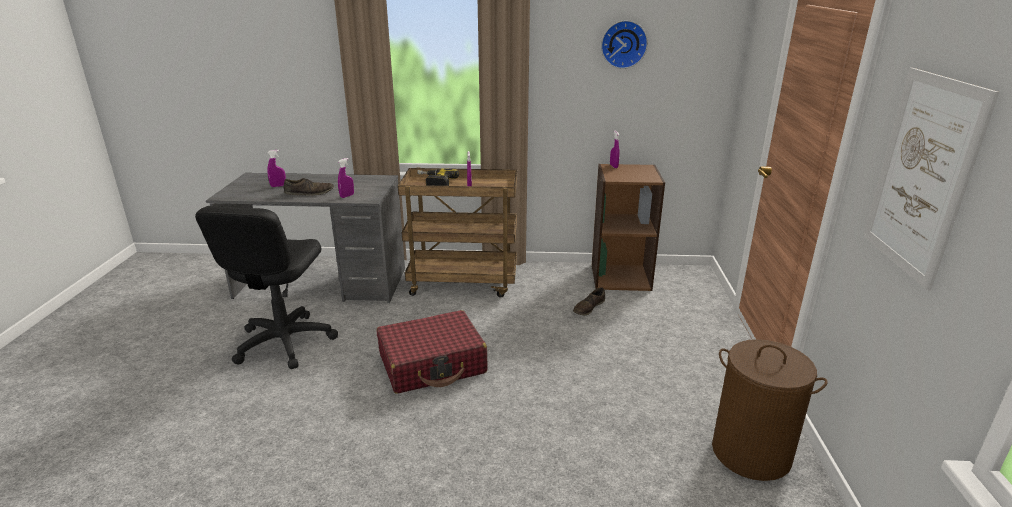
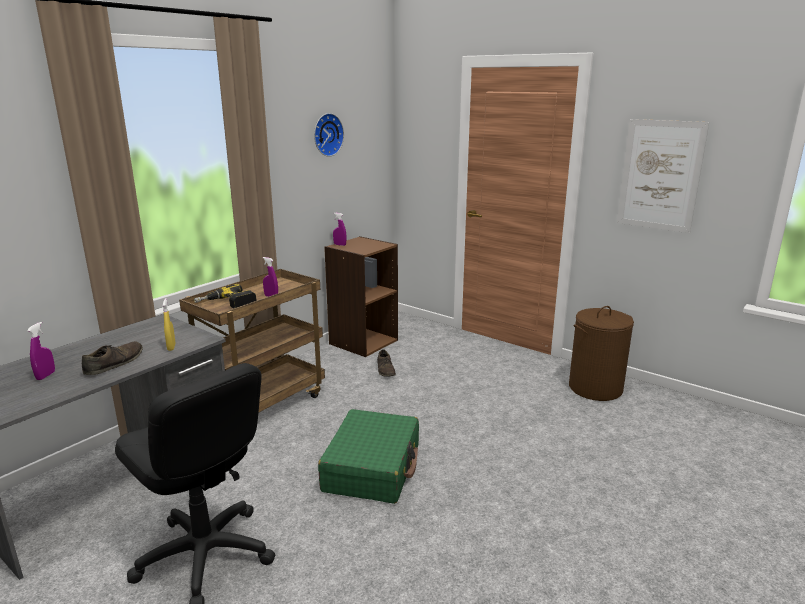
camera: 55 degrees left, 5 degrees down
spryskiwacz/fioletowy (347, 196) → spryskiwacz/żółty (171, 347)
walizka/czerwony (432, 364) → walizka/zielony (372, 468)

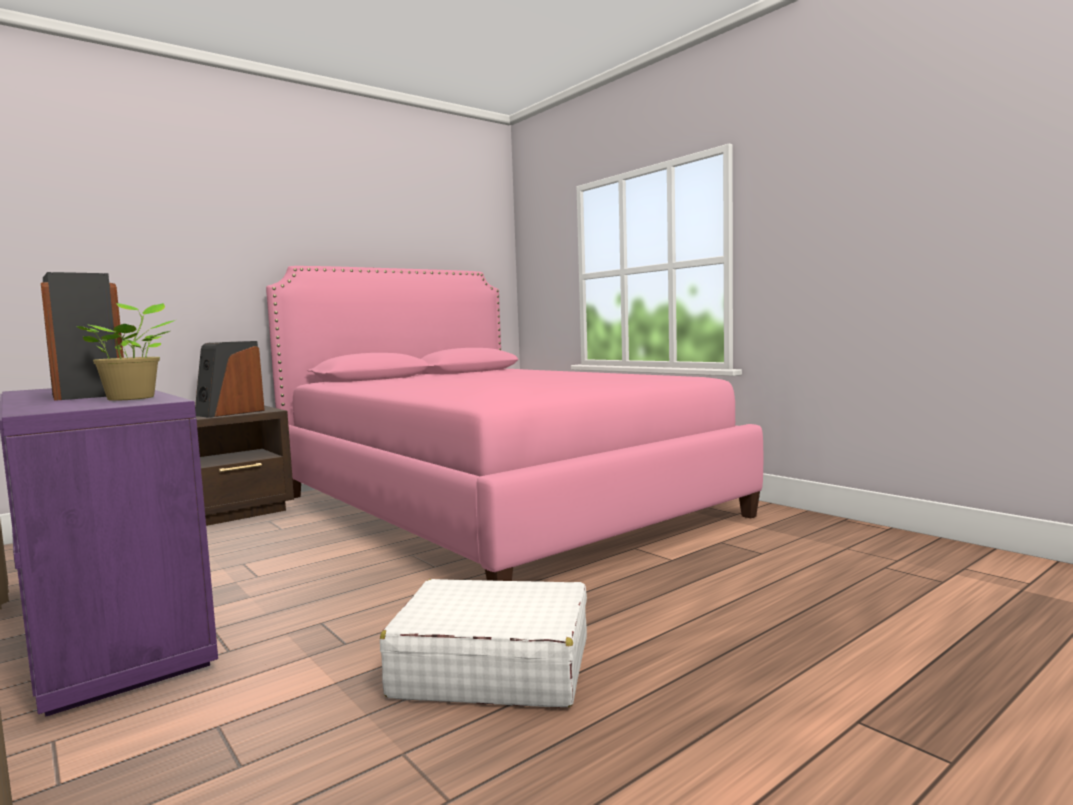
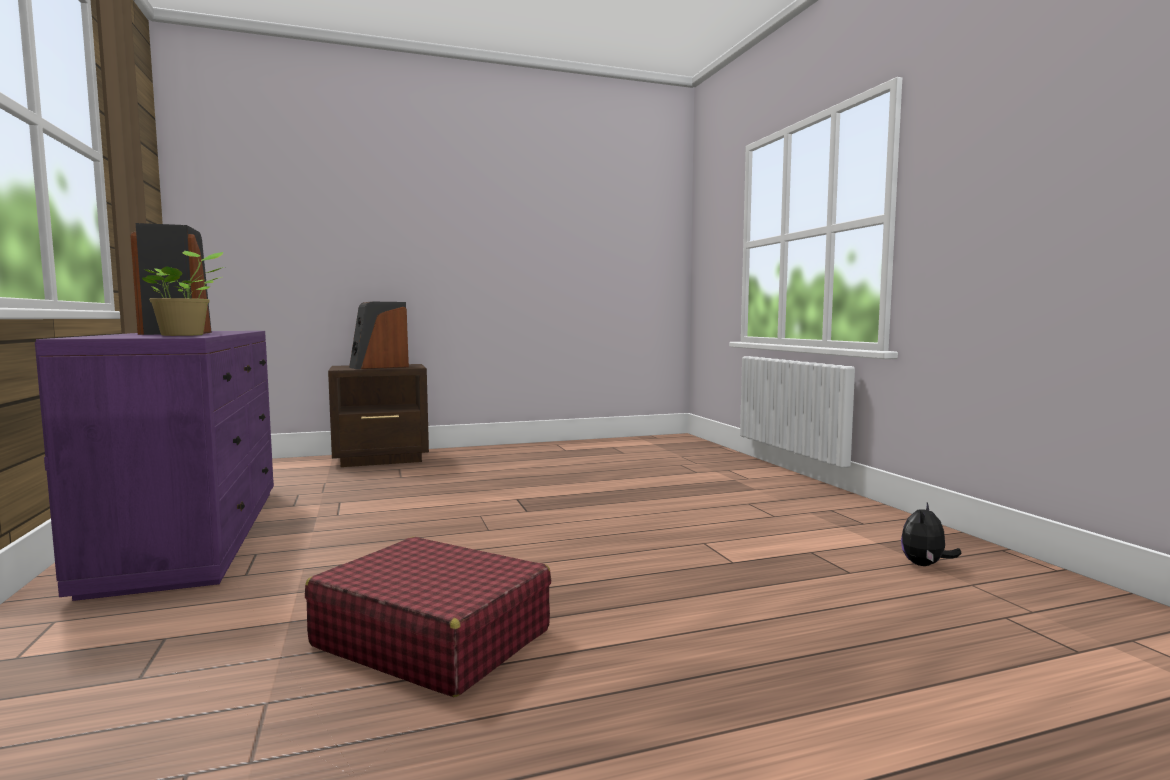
camera: 20 degrees right, 0 degrees up
łóżko/różowy (497, 505) → -
walizka/biały (492, 667) → walizka/czerwony (432, 638)
- → pluszak (925, 565)

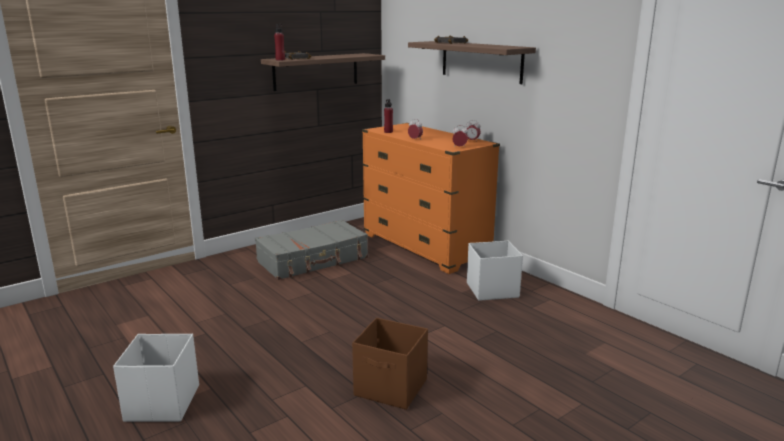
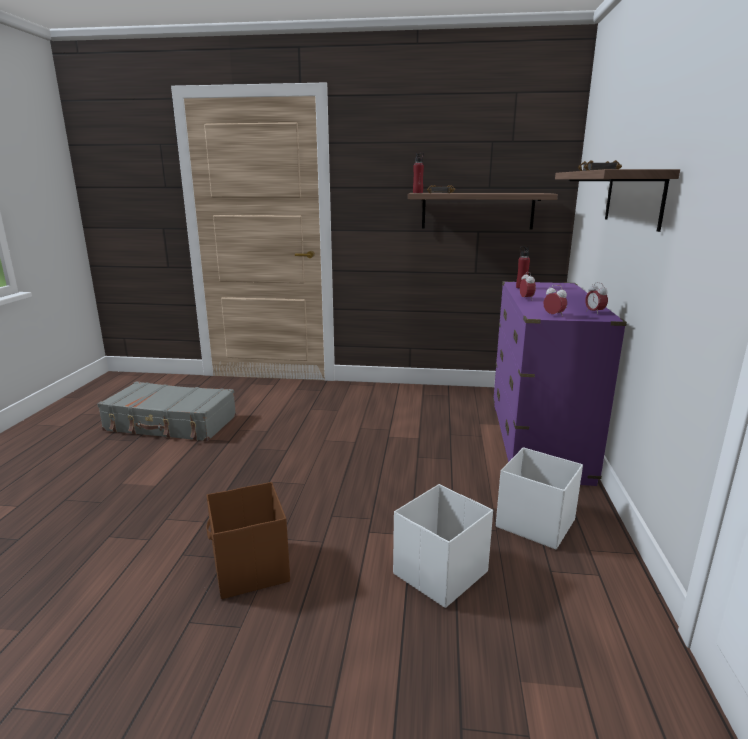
camera: 45 degrees right, 0 degrees up
pojemnik do przechowywania/biały (162, 404) → pojemnik do przechowywania/biały (439, 573), shifted
walizka/szary (313, 260) → walizka/szary (171, 424), shifted
komoda/pomarańczowy (425, 247) → komoda/fioletowy (538, 441)

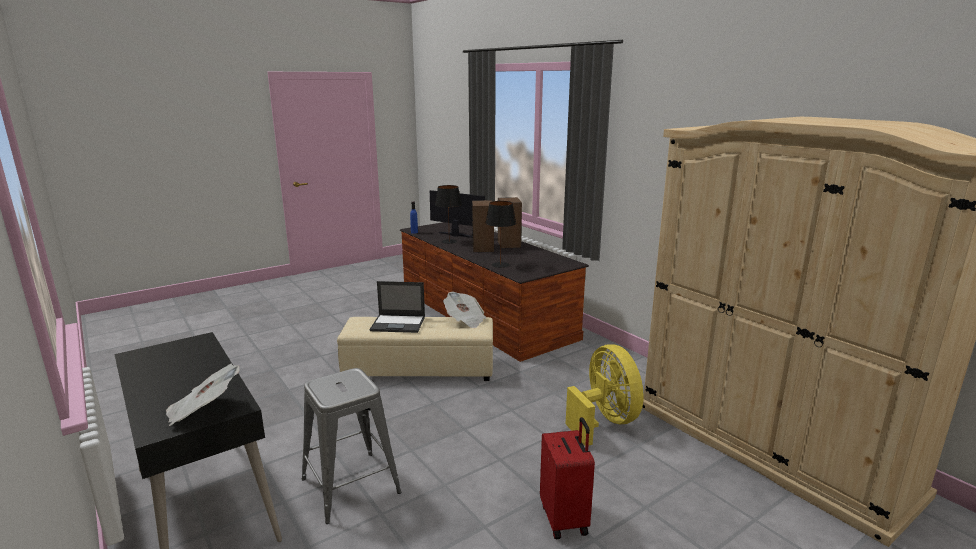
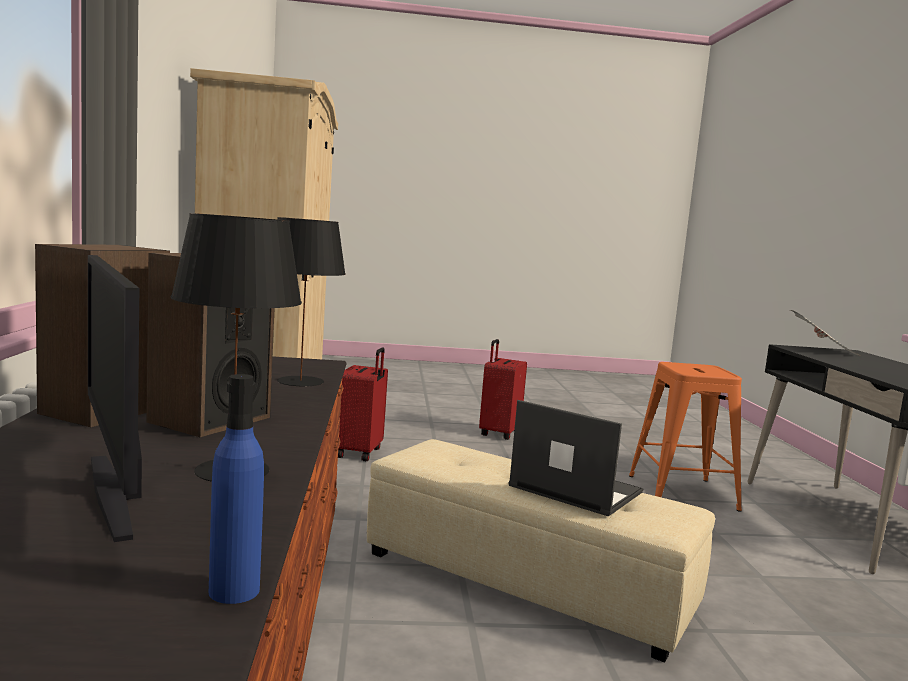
camera: 150 degrees left, 10 degrees down
stołek/szary (350, 486) → stołek/pomarańczowy (682, 493)
gazeta (465, 320) → -
wentylator/żółty (604, 421) → walizka/czerwony (360, 453)

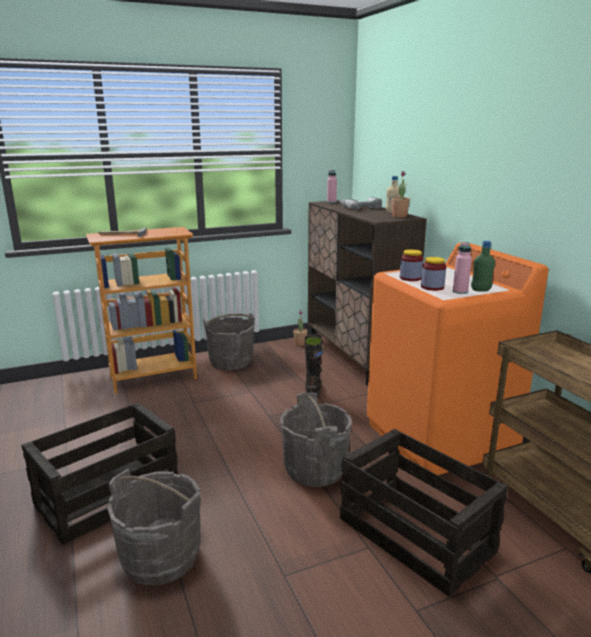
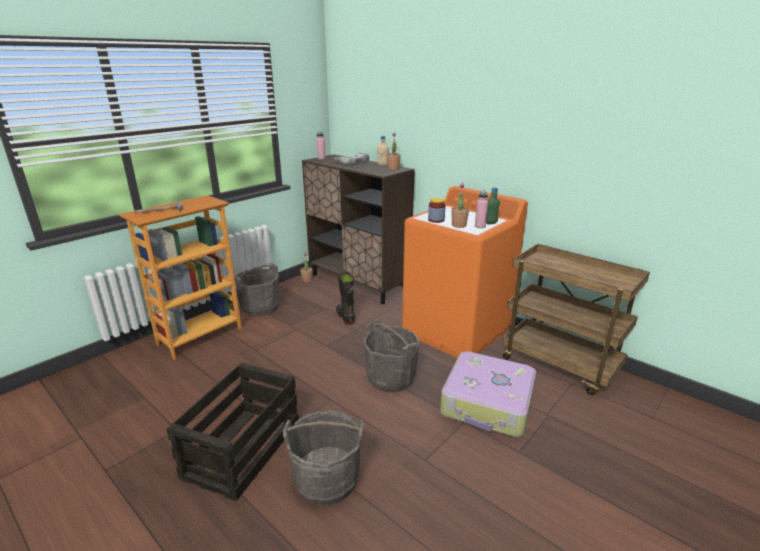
camera: 25 degrees left, 5 degrees up
skrzynka (417, 536) → walizka (488, 404)
słoik (432, 287) → roślina doniczkowa (459, 225)

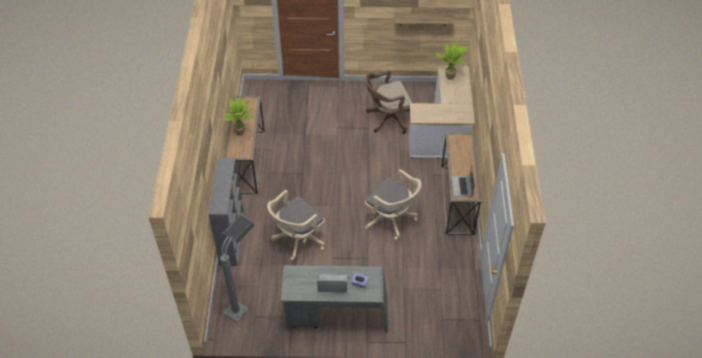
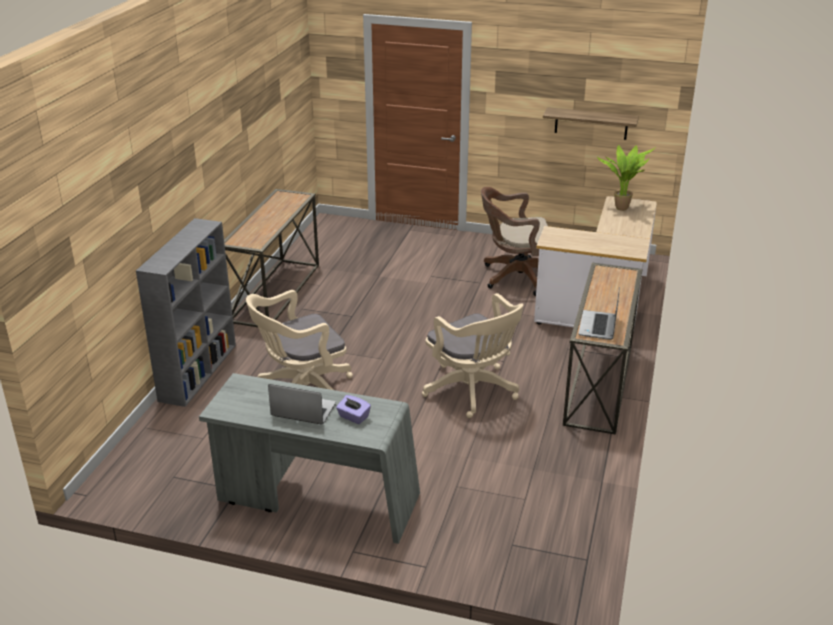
camera: 15 degrees right, 20 degrees down
lampa stojąca/szary (243, 302) → -
roślina doniczkowa (241, 133) → -

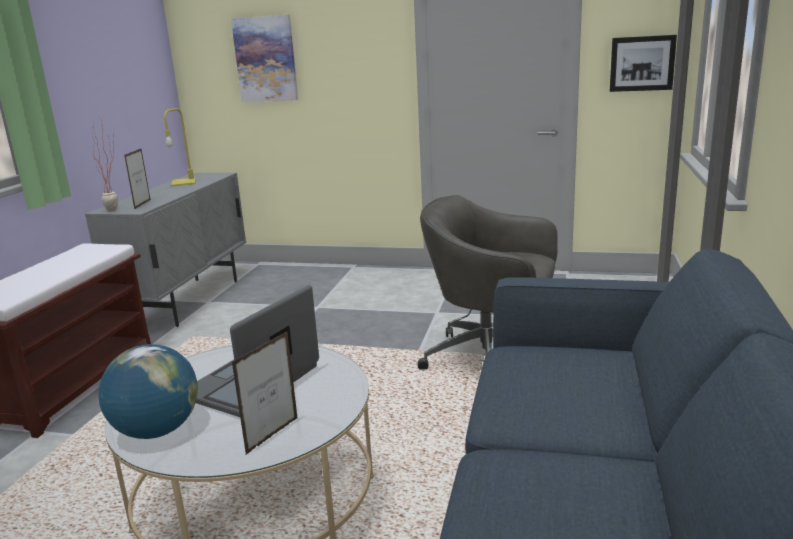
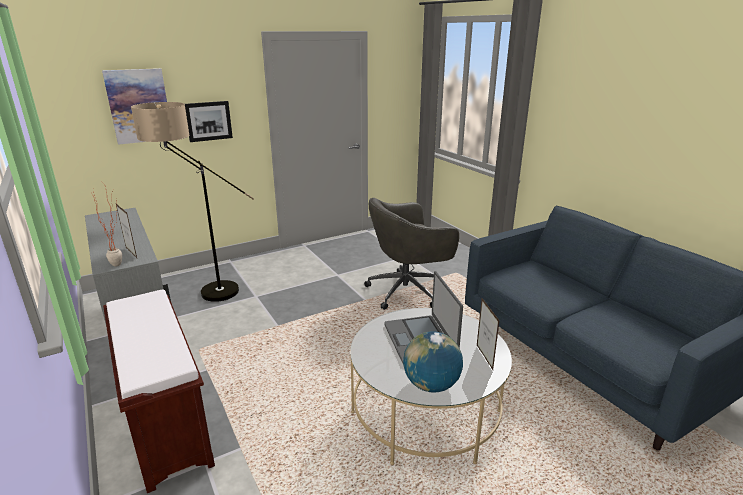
camera: 45 degrees left, 5 degrees up
lampa stołowa/żółty (183, 182) → -
obraz (642, 63) → obraz (208, 121), shifted
- → lampa stojąca (204, 293)

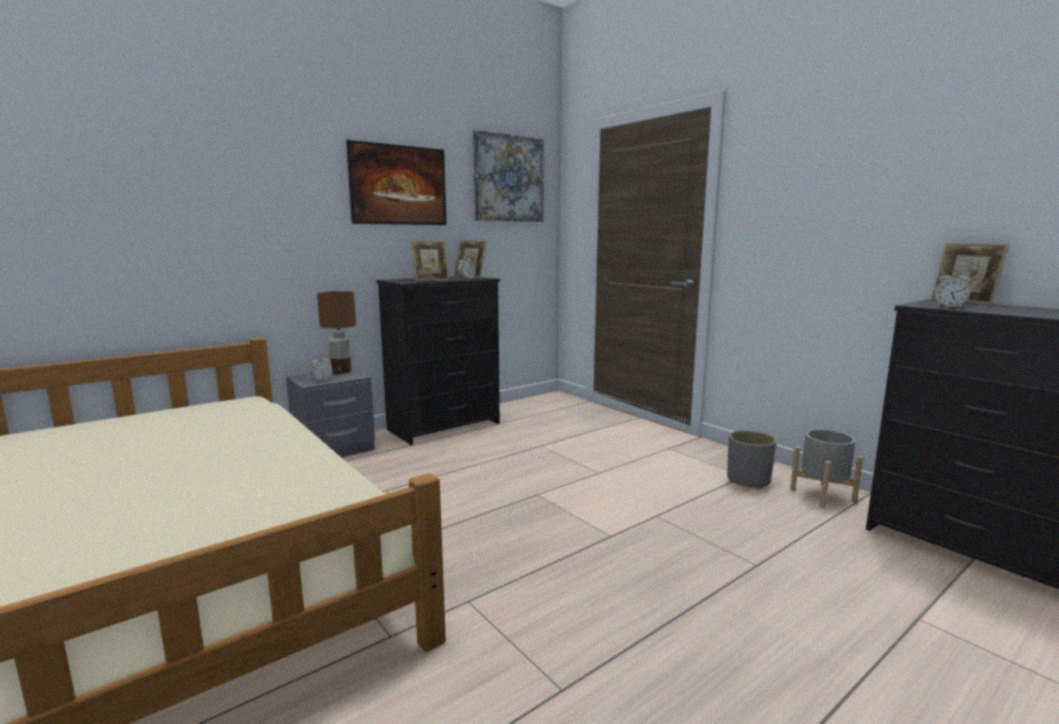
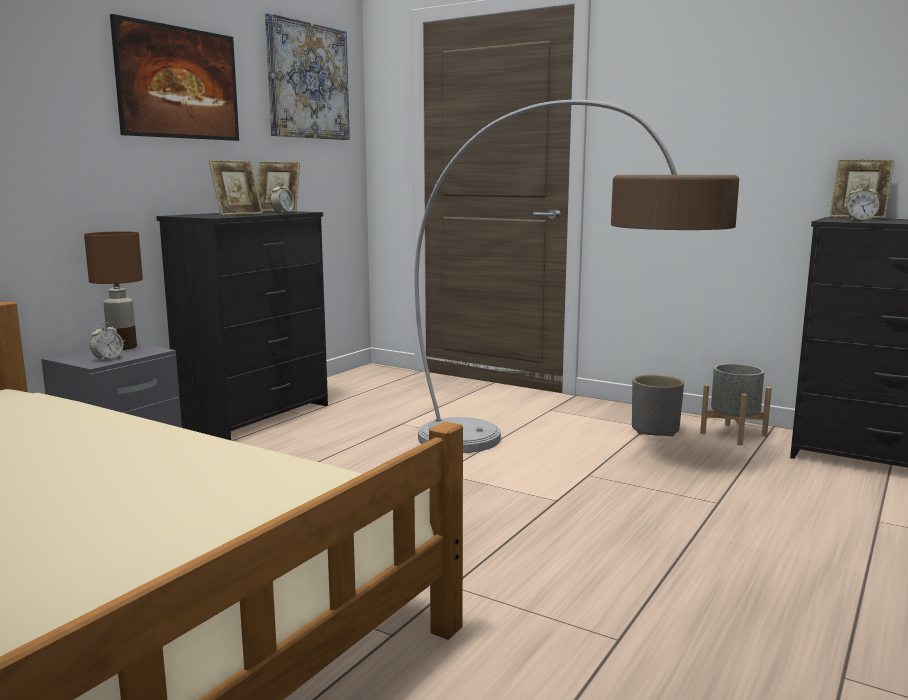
camera: 20 degrees left, 0 degrees up
- → lampa stojąca (571, 453)

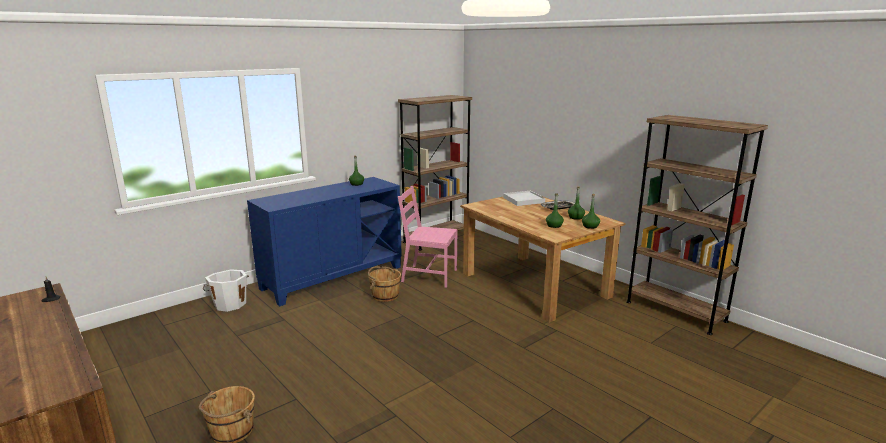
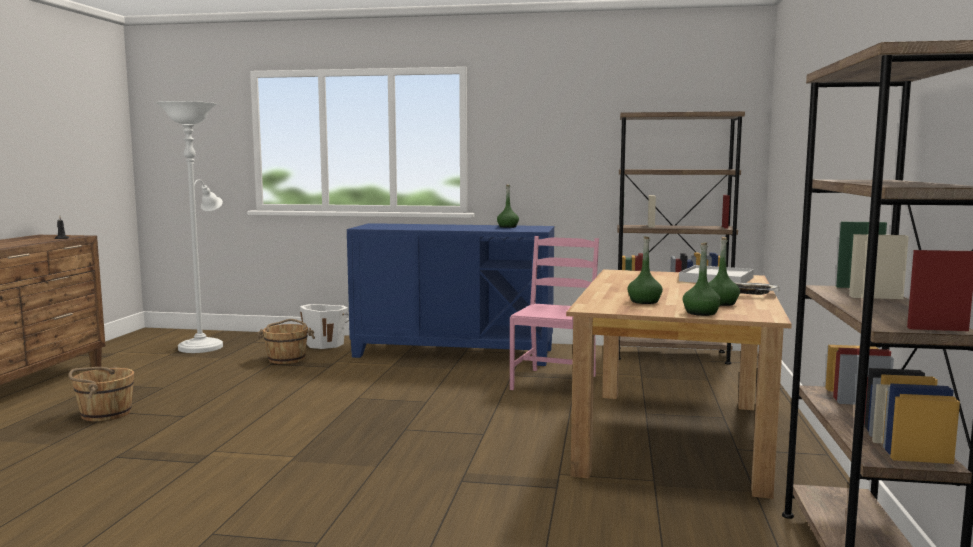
camera: 50 degrees right, 10 degrees down
wiadro/brązowy (385, 295) → wiadro/brązowy (287, 359), shifted
krzesło/różowy (428, 276) → krzesło/różowy (555, 382), 45 degrees clockwise
- → lampa stojąca/biały (203, 346)

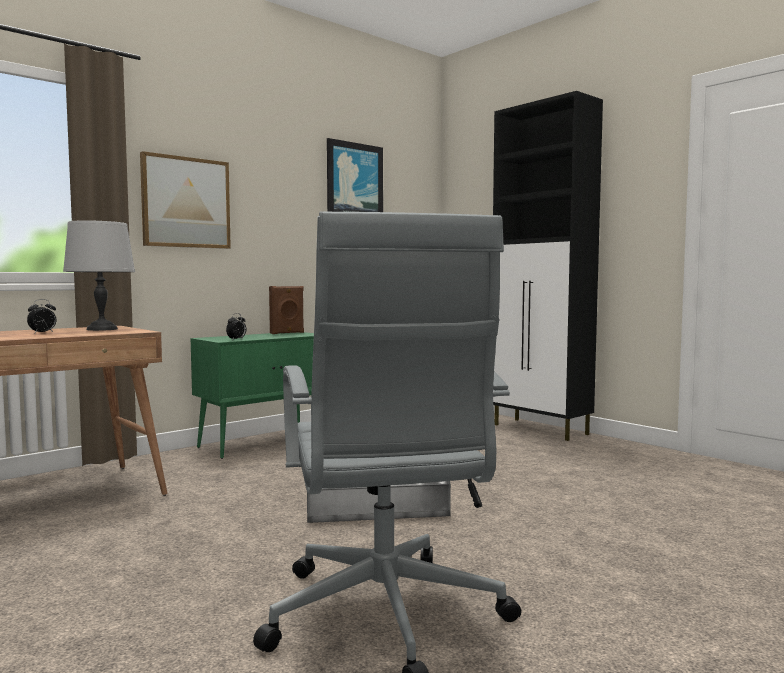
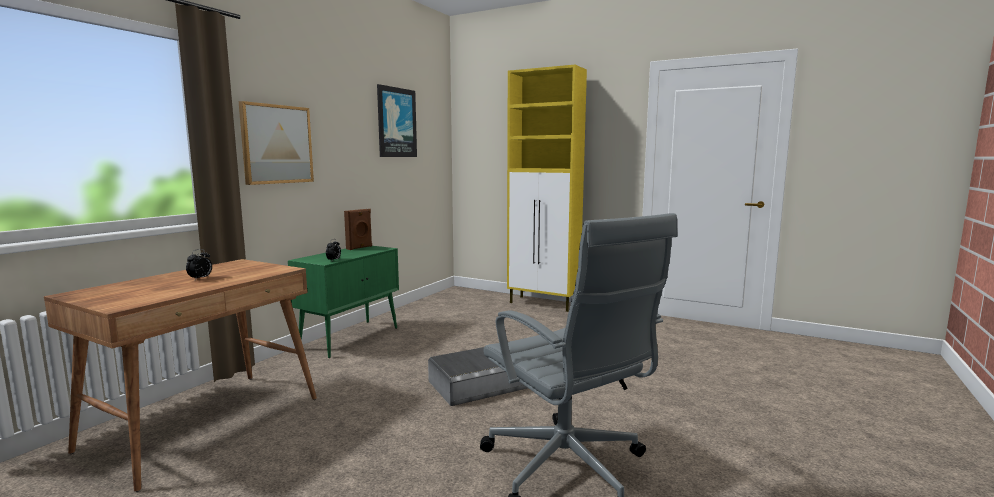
camera: 20 degrees left, 5 degrees up
lampa stołowa/szary (102, 329) → -
szafka/czarny (541, 430) → szafka/żółty (544, 304)

